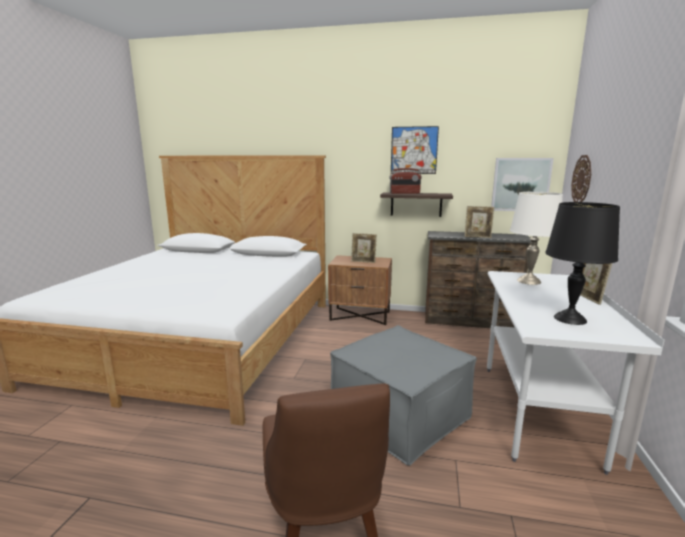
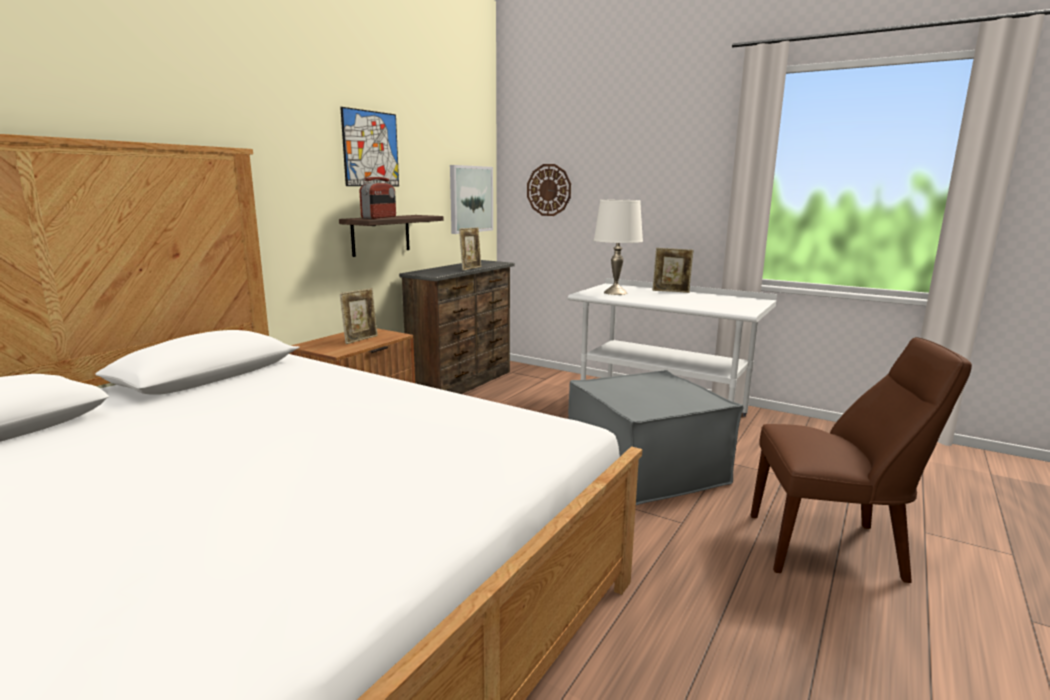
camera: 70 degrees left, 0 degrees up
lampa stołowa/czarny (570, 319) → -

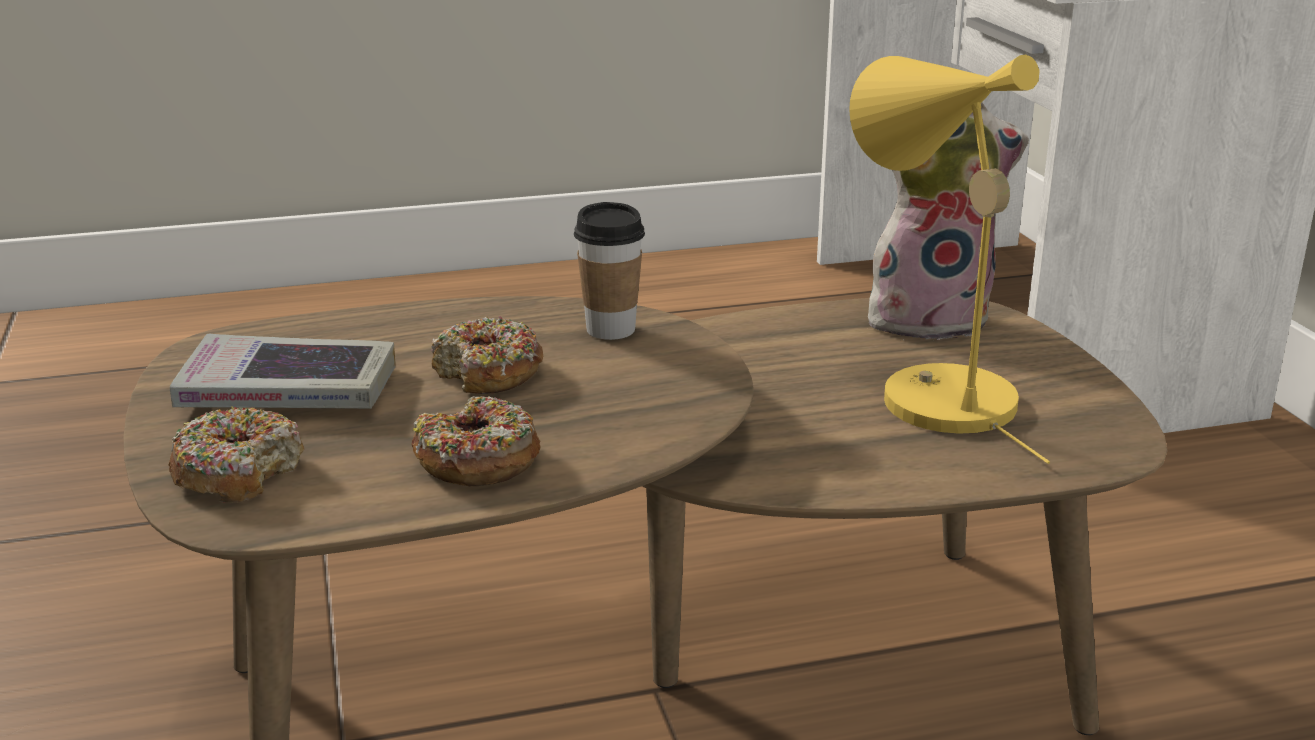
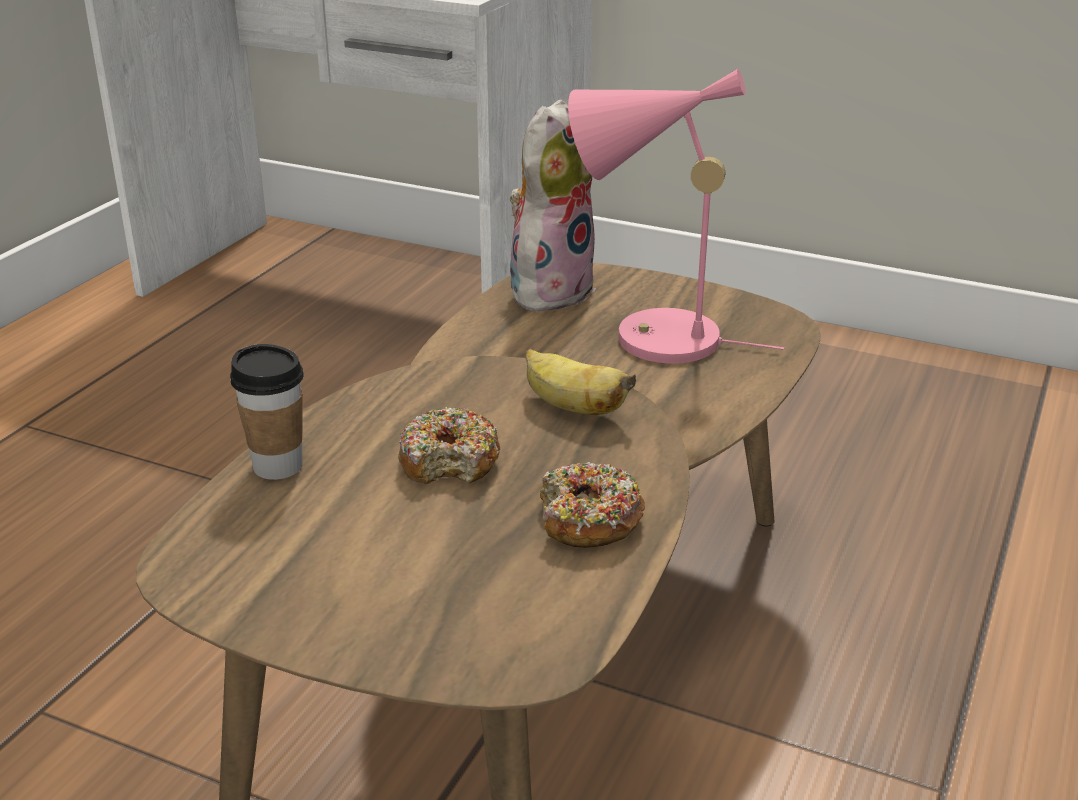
camera: 50 degrees left, 5 degrees up
donut (238, 473) → -
książka (288, 391) → -
filiżanka (610, 330) → filiżanka (278, 466), shifted
lampa stołowa/żółty (932, 395) → lampa stołowa/różowy (651, 339)
- → banan (572, 407)

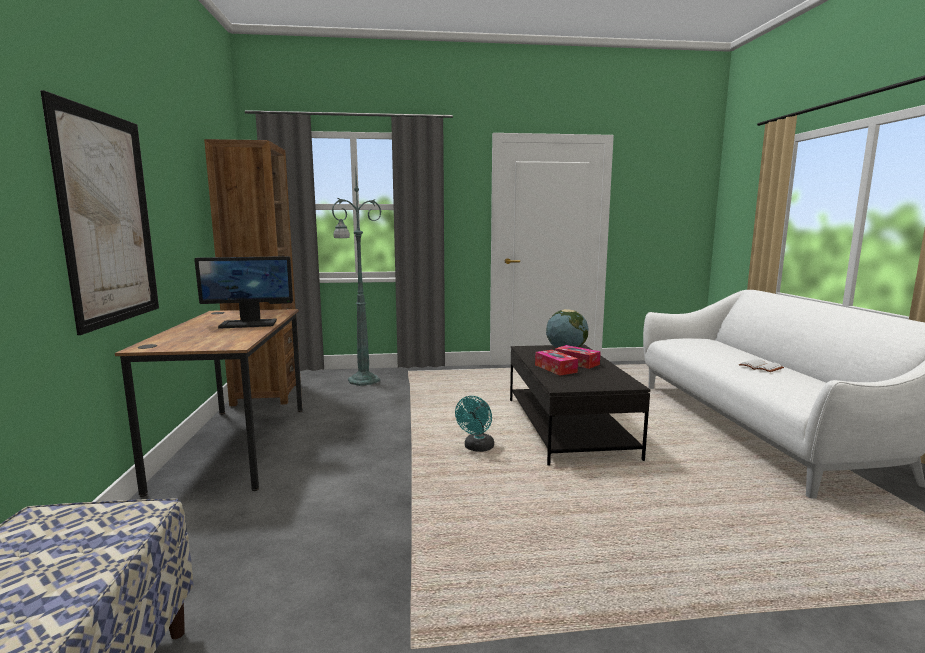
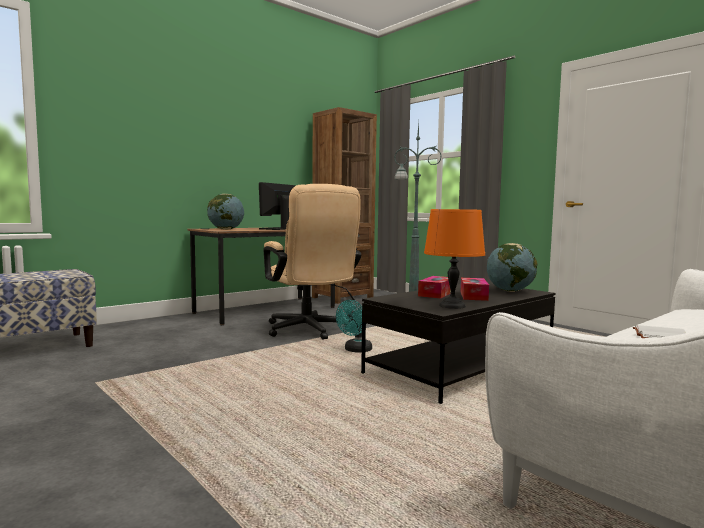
camera: 55 degrees right, 5 degrees down
obraz (109, 219) → -
monitor (249, 324) → monitor (278, 229), 75 degrees clockwise
wentylator/turkusowy (477, 448) → wentylator/turkusowy (355, 350), 45 degrees counterclockwise
- → globus (226, 229)
- → krzesło biurowe/beżowy (310, 331)
- → lampa stołowa/pomarańczowy (451, 306)

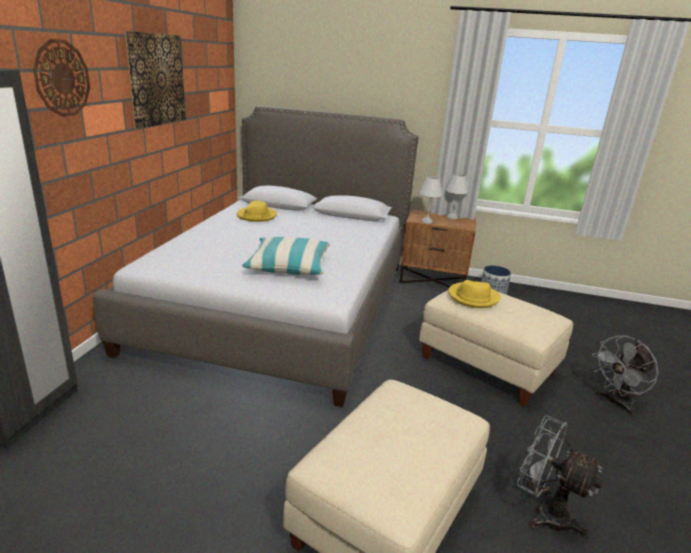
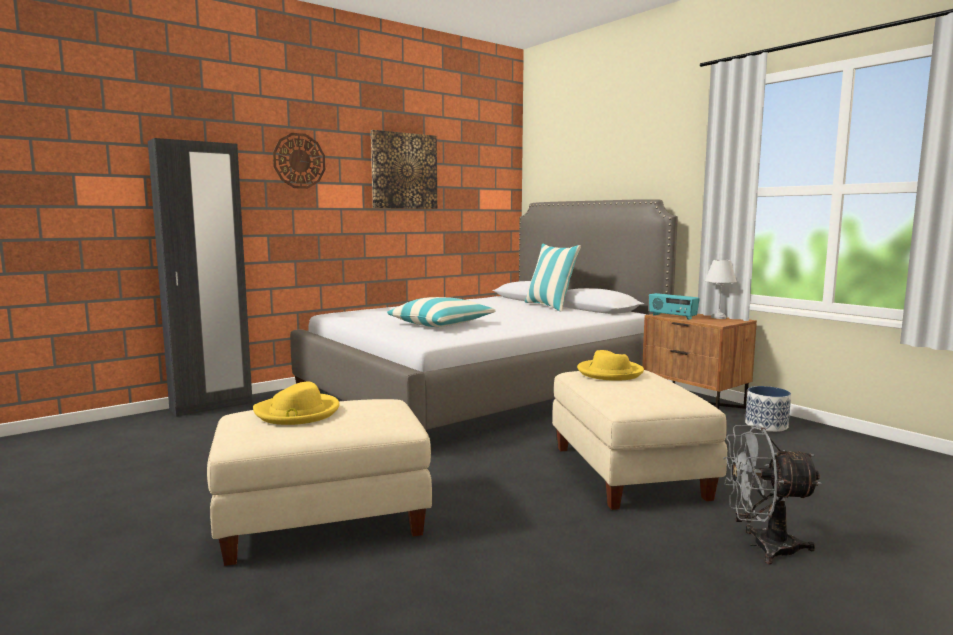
camera: 40 degrees right, 15 degrees down
kapelusz/żółty (257, 216) → kapelusz/żółty (297, 413), shifted
lampa stołowa/biały (427, 221) → radio (672, 317)
wentylator/szary (543, 512) → -
- → poduszka (550, 306)

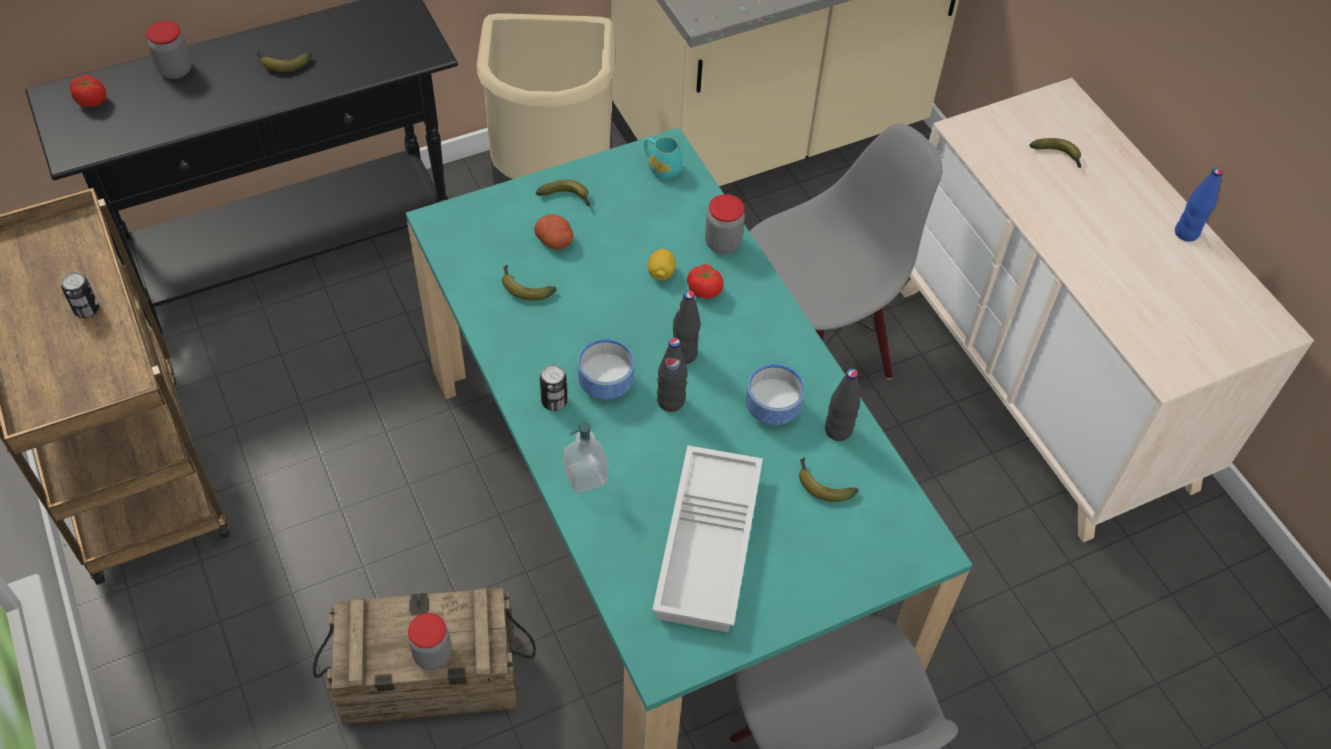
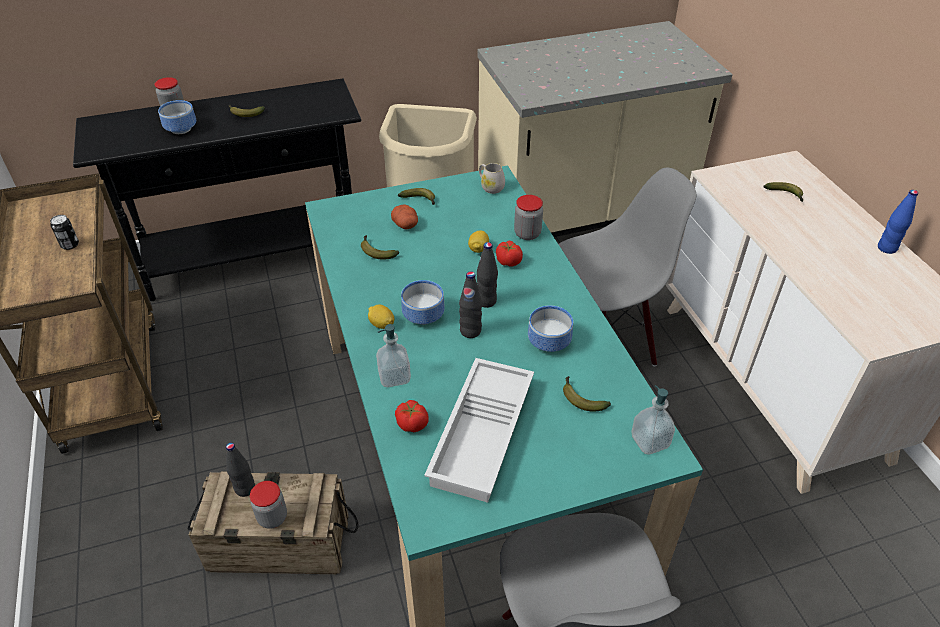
camera: 10 degrees right, 10 degrees down
pomidor (92, 101) → pomidor (412, 424), shifted
puszka (554, 401) → cytryna (381, 324)
kubek/turkusowy (661, 167) → kubek/biały (490, 187)
butelka/czarny (838, 430) → butelka/czarny (245, 489), shifted
- → miska (179, 129)
- → dozownik mydła (650, 441)

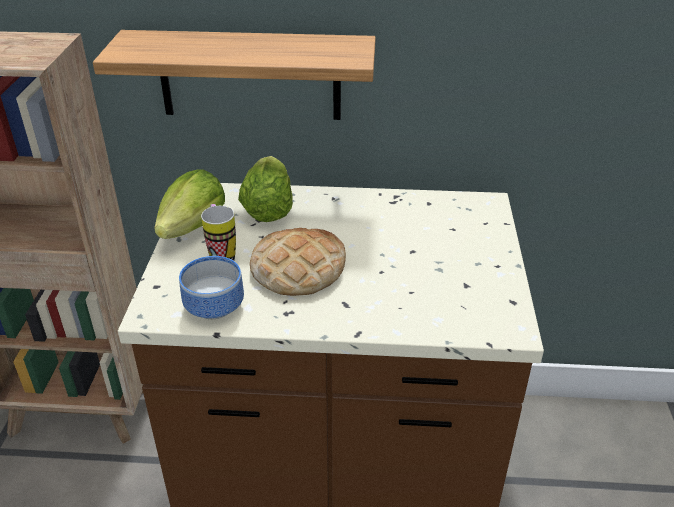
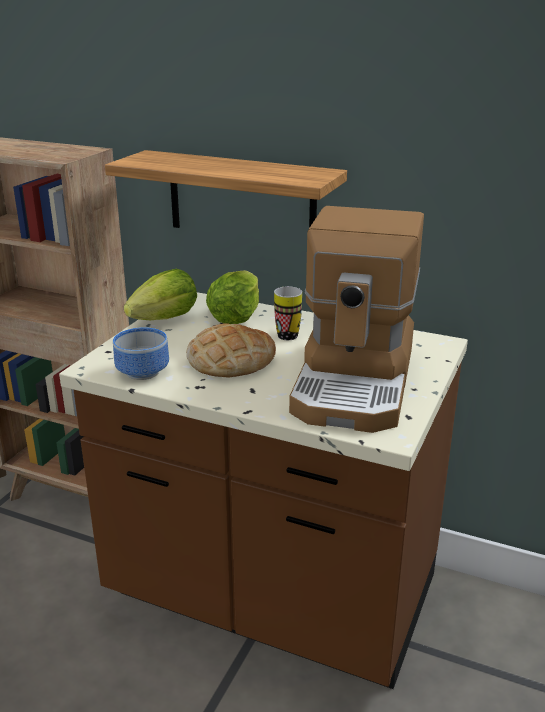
camera: 20 degrees right, 10 degrees down
kubek (221, 255) → kubek (287, 333), shifted
- → ekspres do kawy (356, 382)

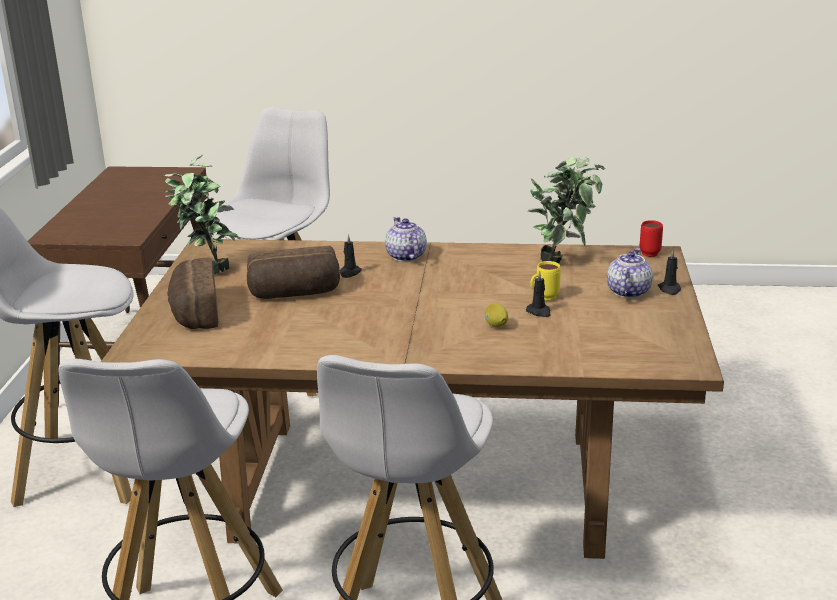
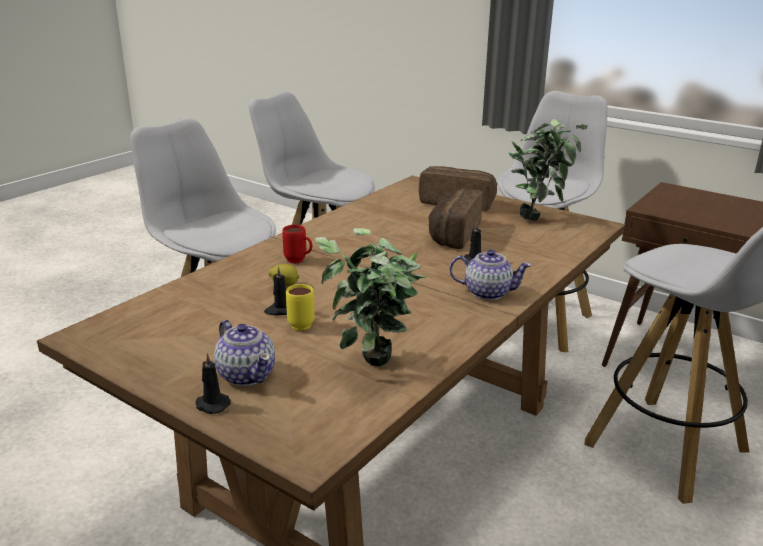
camera: 120 degrees right, 0 degrees up
kubek/czerwony (649, 252) → kubek/czerwony (299, 261), shifted

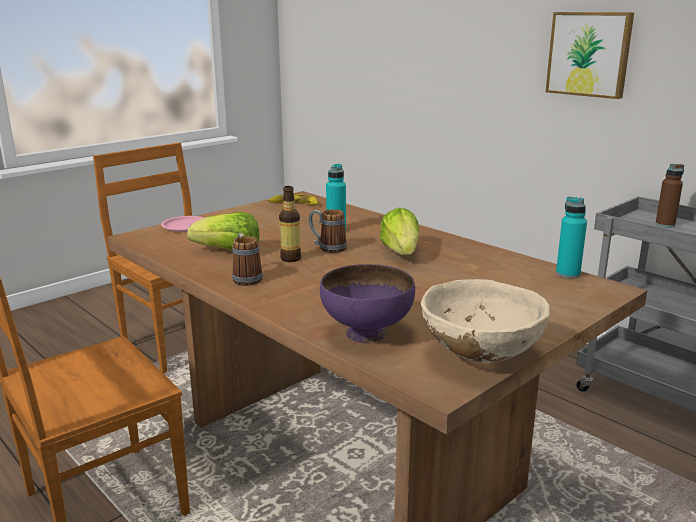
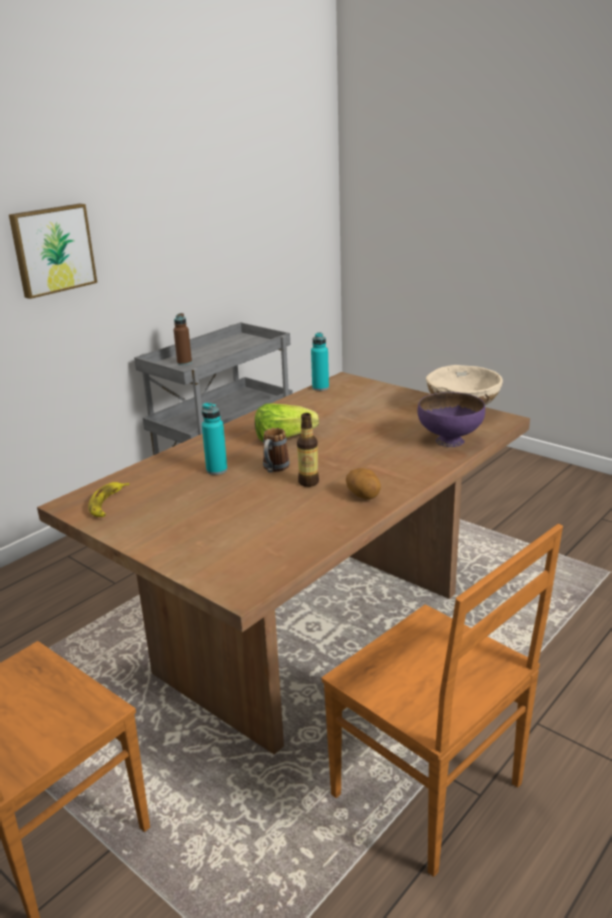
camera: 95 degrees left, 5 degrees up
talerz/różowy (185, 227) → -
sałata (229, 252) → -
kubek (246, 277) → ziemniak (363, 496)

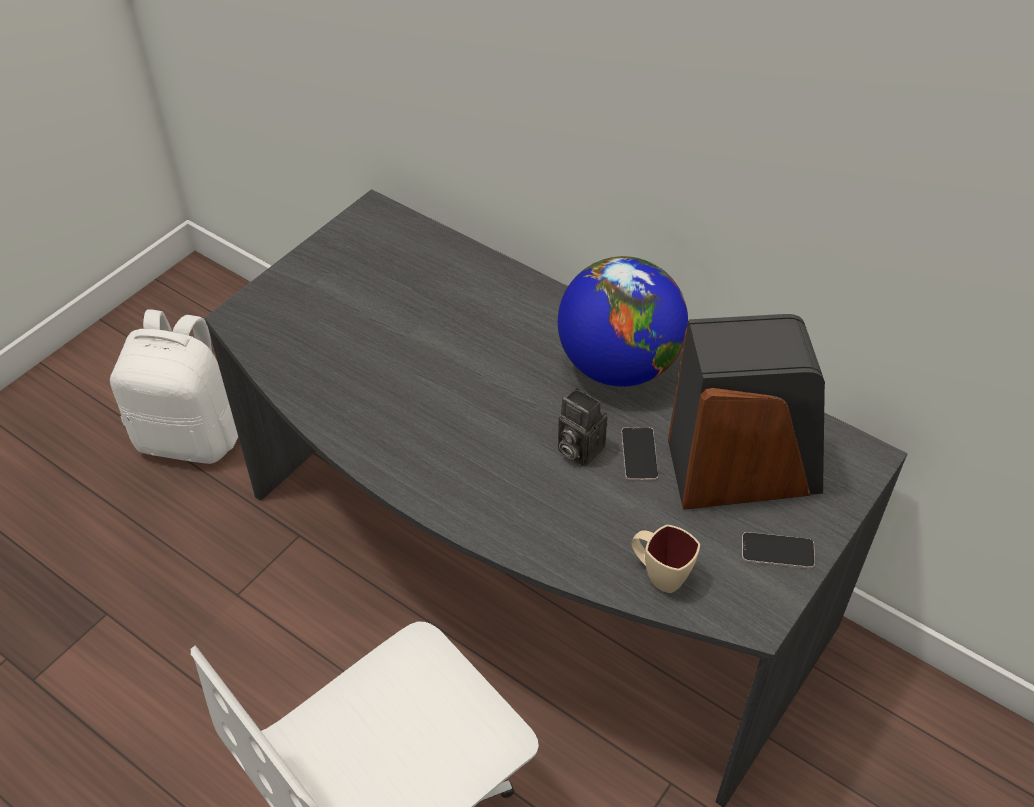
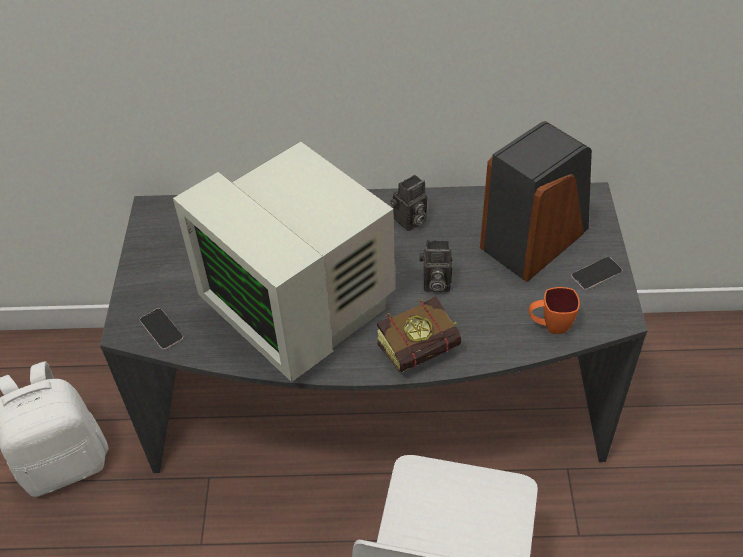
camera: 35 degrees left, 0 degrees up
globus (618, 366) → aparat fotograficzny (409, 221)
telefon (639, 454) → telefon (161, 329), shifted
kubek/beżowy (659, 575) → kubek/pomarańczowy (550, 326)
- → monitor (301, 307)
- → książka (425, 348)

